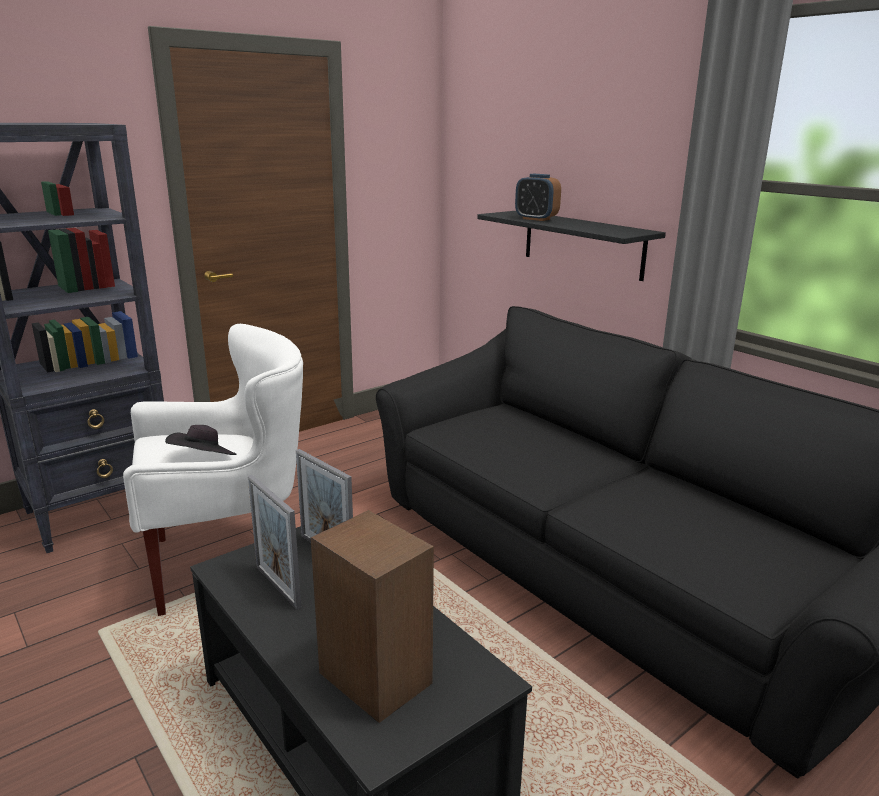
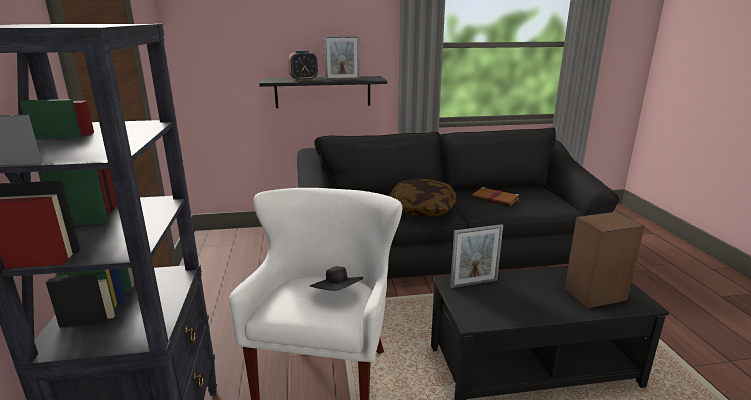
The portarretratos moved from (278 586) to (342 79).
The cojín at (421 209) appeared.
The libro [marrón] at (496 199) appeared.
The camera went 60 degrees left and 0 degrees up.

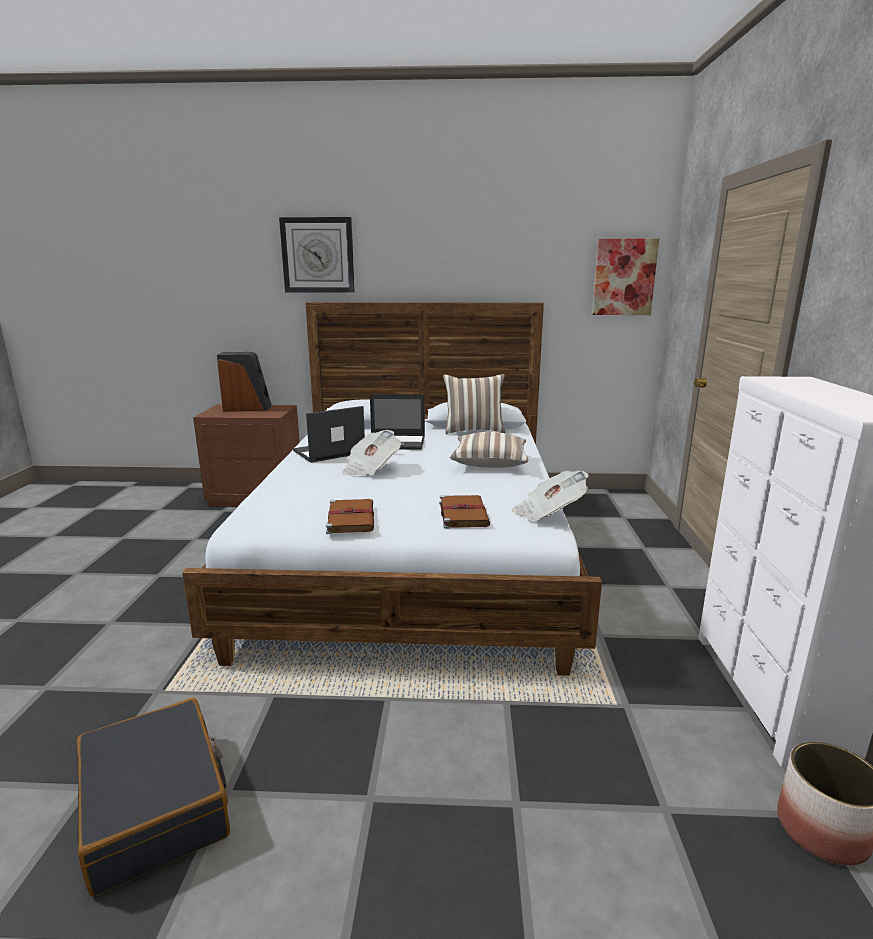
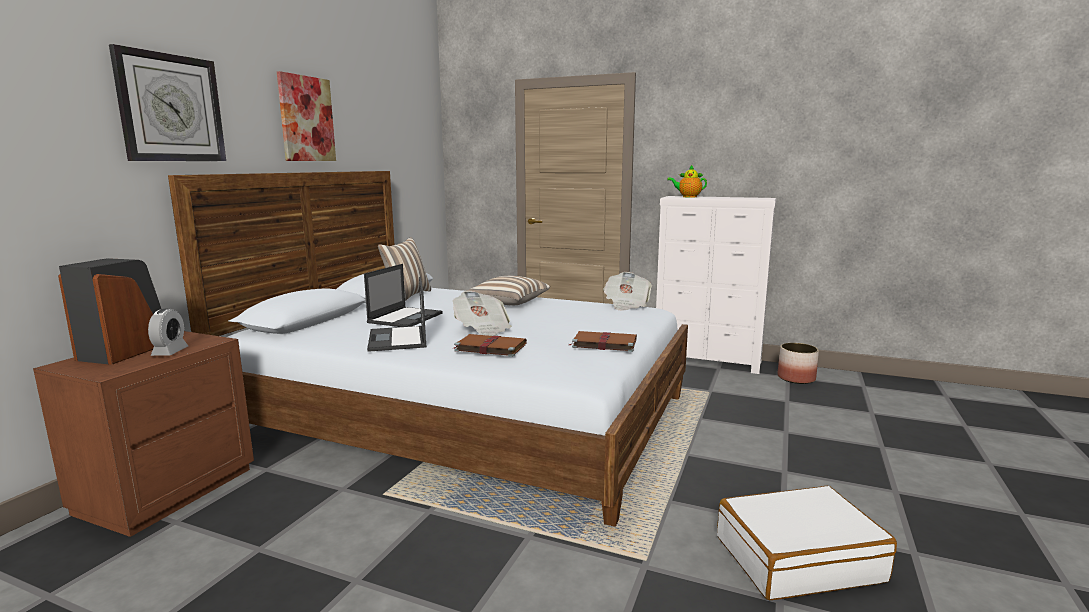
The maleta [negro] at (156 805) became the maleta [blanco] at (797 558).
The libro [marrón] moved from (463 513) to (489 347).
The cuadro moved from (624 277) to (306 119).
The despertador at (170 352) appeared.
The tetera at (688 197) appeared.
The camera went 70 degrees left and 5 degrees down.

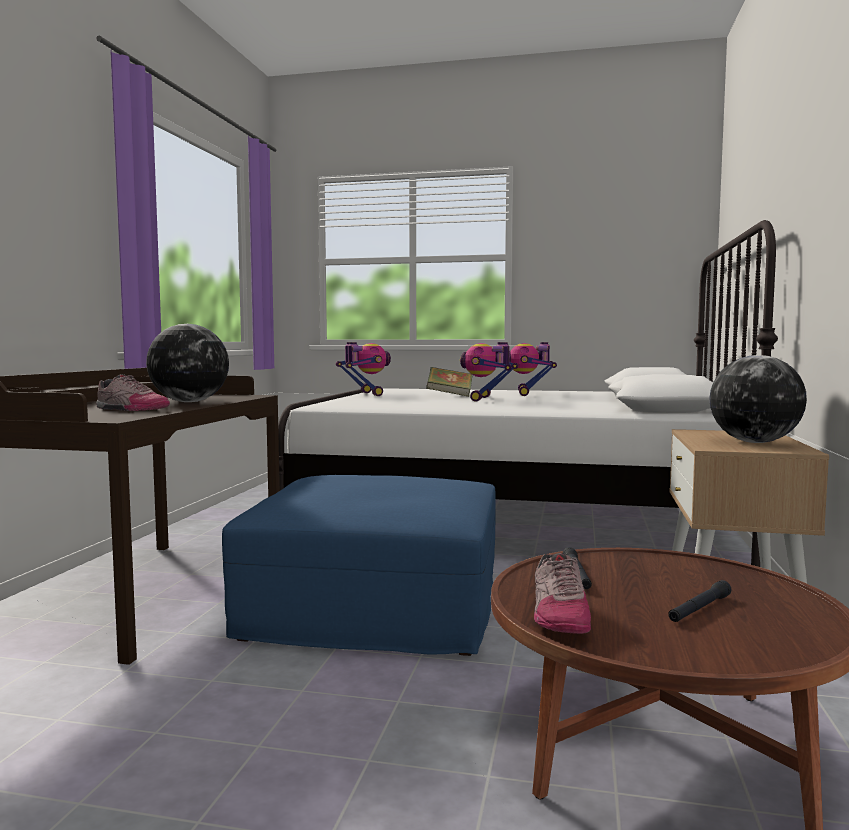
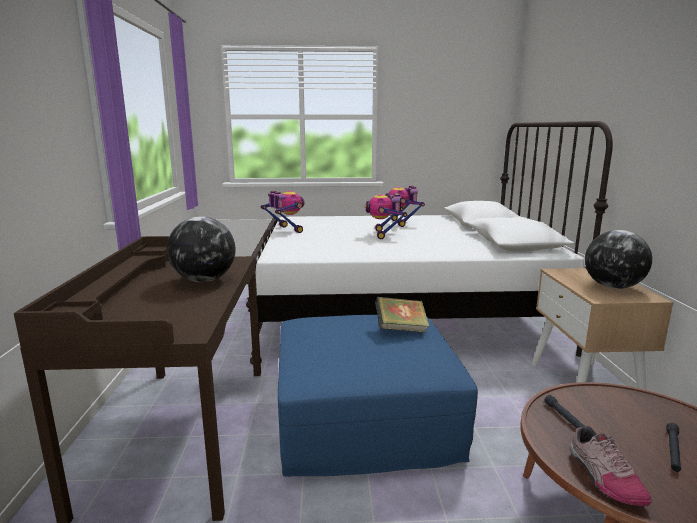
The zapato at (130 409) disappeared.
The libro moved from (449 395) to (401 329).
The camera went 15 degrees left and 10 degrees up.

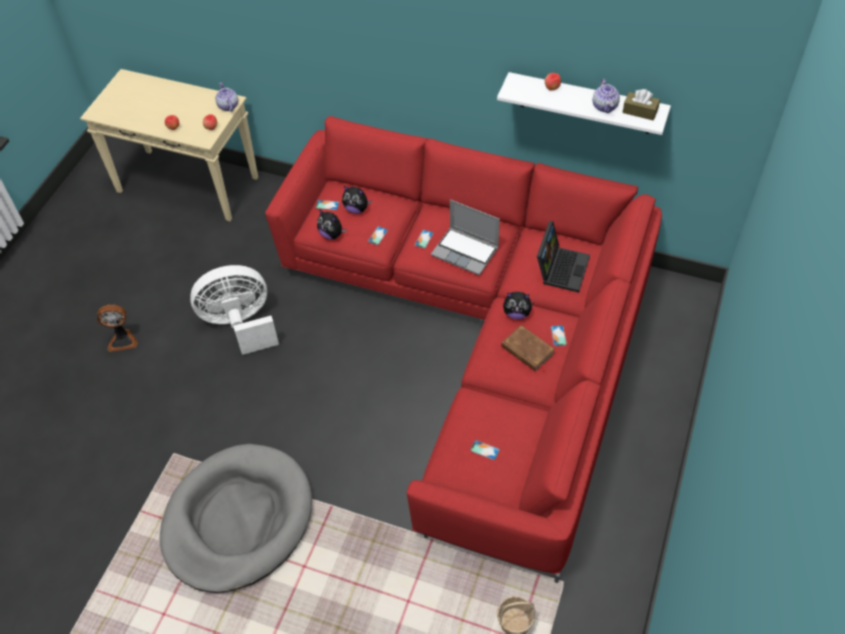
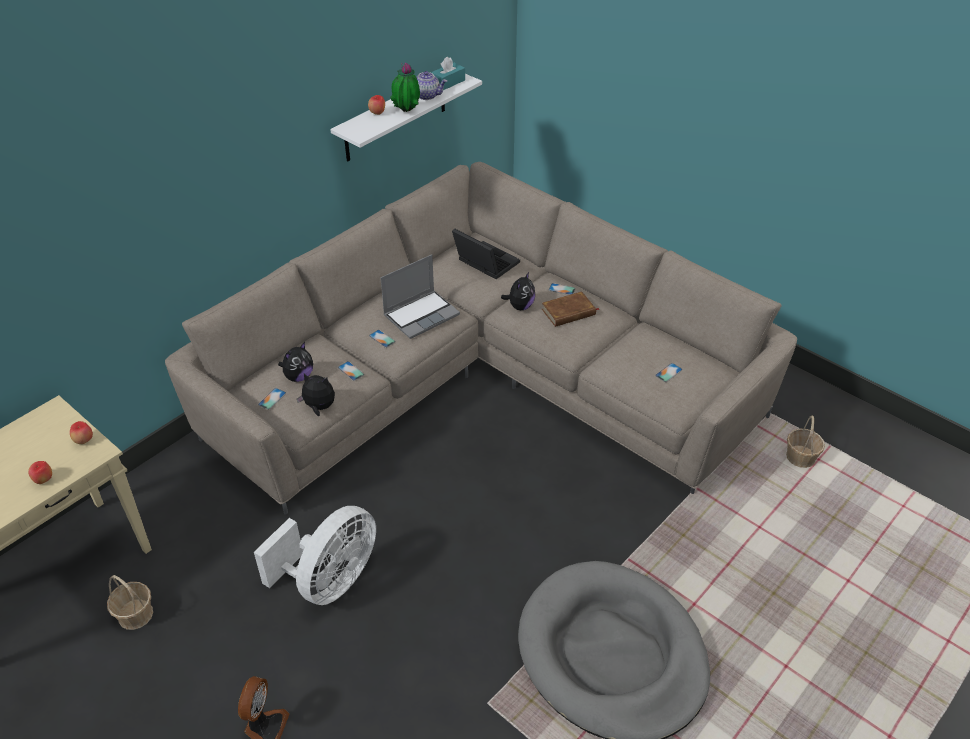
The ventilador [blanco] at (240 324) turned 150 degrees counterclockwise.
The tetera at (228 106) disappeared.
The sofá [rojo] at (483 338) became the sofá [beis] at (481 380).
The peluche at (332 234) turned 135 degrees counterclockwise.
The caja de pañuelos [marrón] at (640 111) became the caja de pañuelos [turquesa] at (448 82).
The cesta at (135 614) appeared.
The planta en maceta at (406 113) appeared.
The camera went 70 degrees left and 10 degrees down.

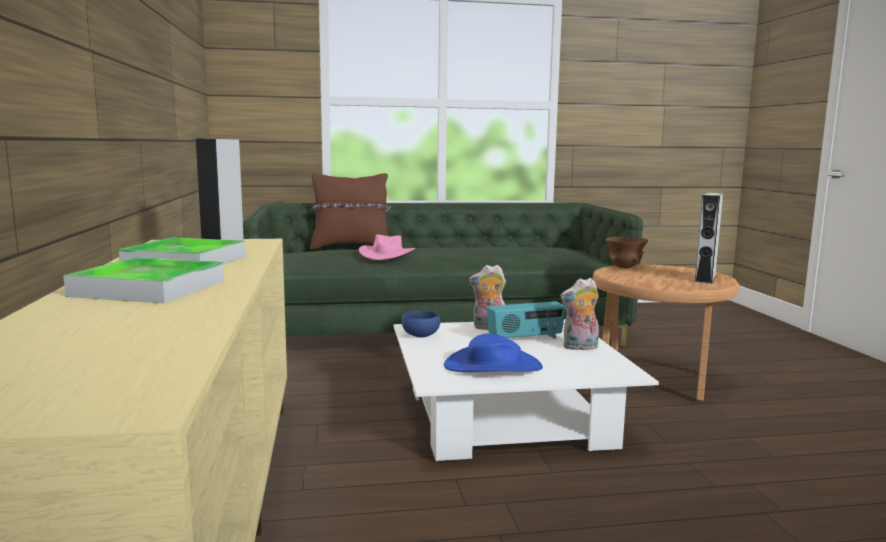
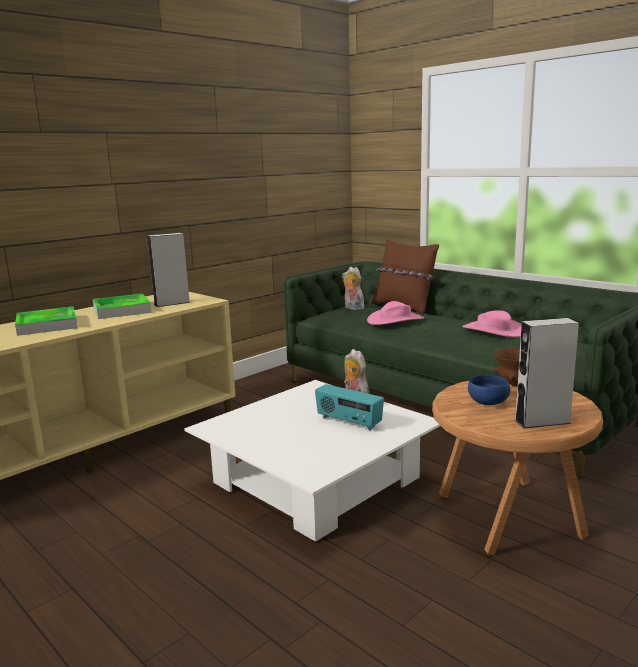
The cuenco [azul] moved from (420 335) to (487 402).
The sombrero [azul] at (493 366) disappeared.
The peluche moved from (580 347) to (352 308).
The sombrero [rosa] at (493 330) appeared.
The camera went 55 degrees right and 5 degrees up.

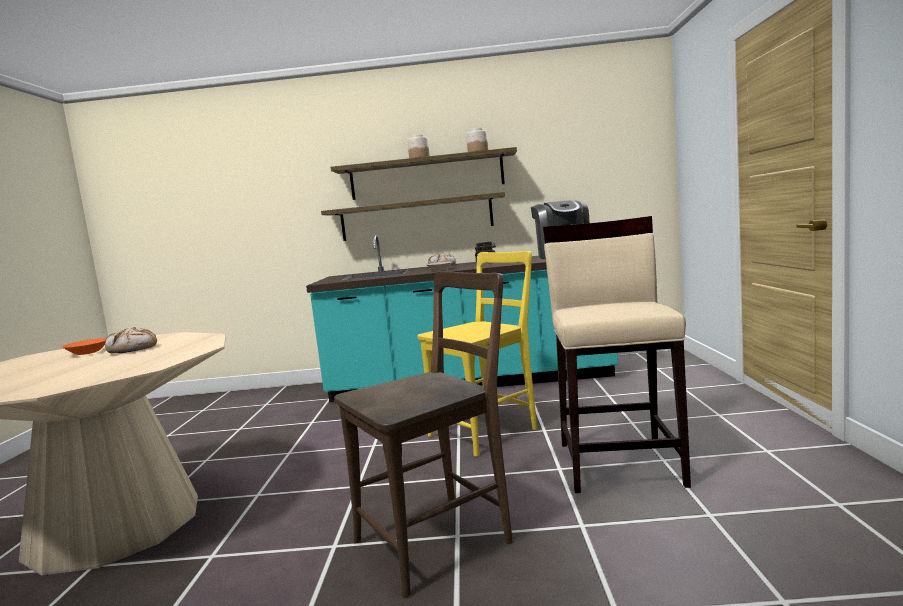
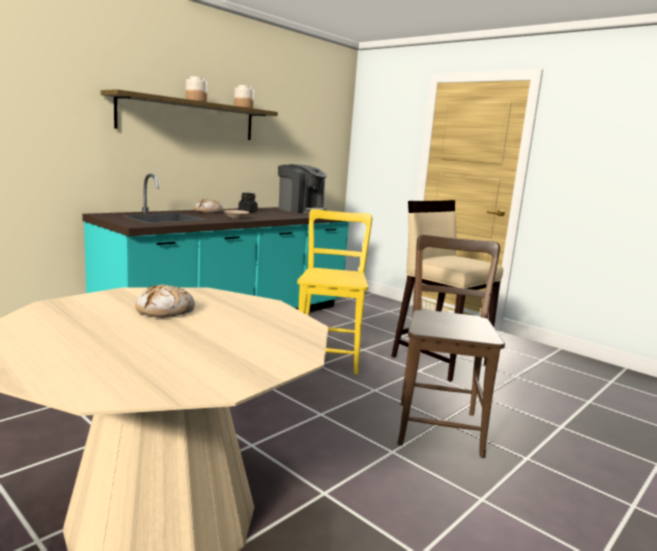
The cuenco [naranja] at (88 352) disappeared.
The estante at (416 217) disappeared.
The camera went 50 degrees left and 5 degrees up.

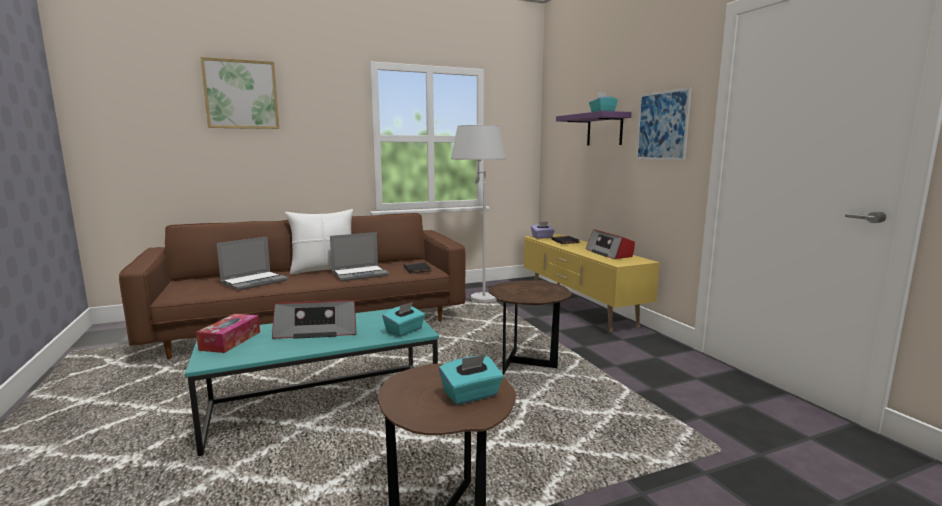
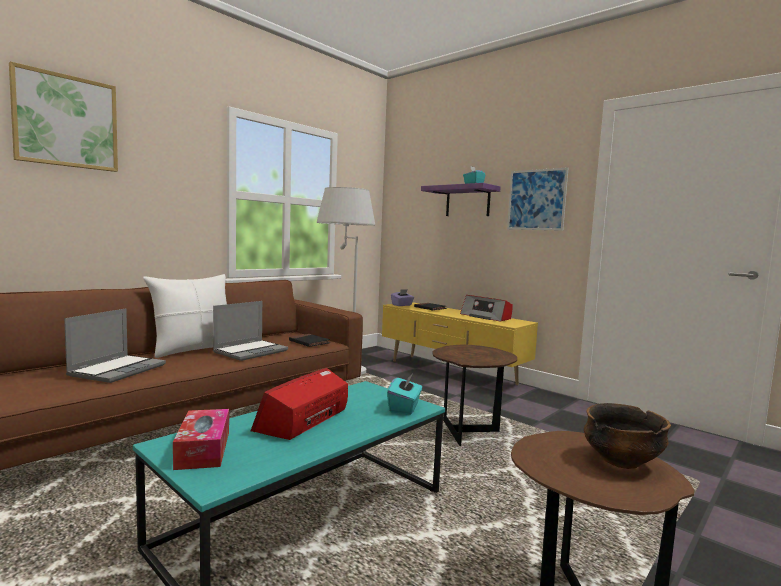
The radio at (318 330) turned 150 degrees clockwise.
The caja de pañuelos [turquesa] at (471 395) was replaced by the cuenco at (621 462).
The camera went 25 degrees left and 5 degrees down.

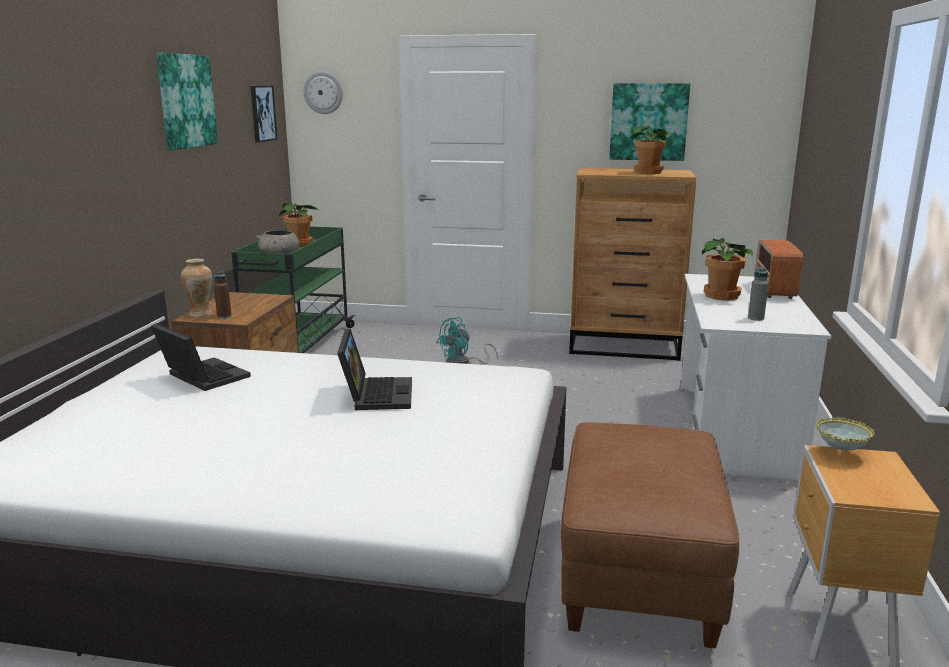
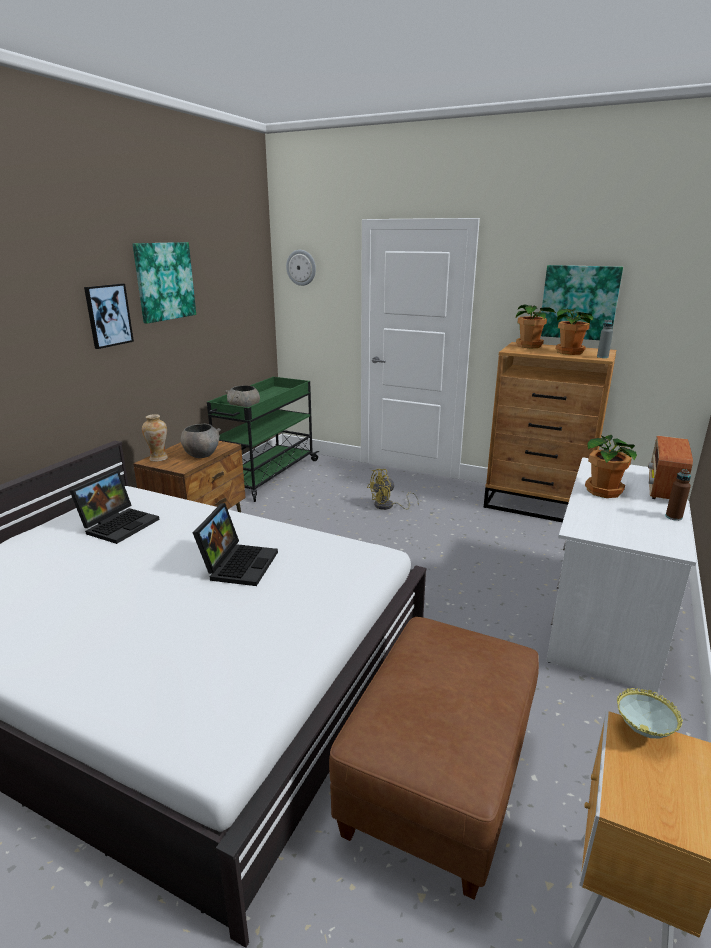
The portátil at (201 377) turned 60 degrees clockwise.
The botella [marrón] moved from (224 316) to (673 517).
The cuadro moved from (262 113) to (108 315).
The planta en maceta moved from (300 244) to (529 346).
The ventilador [turquesa] at (463 362) became the ventilador [amarillo] at (388 506).
The botella [gris] moved from (756 318) to (602 357).
The cuenco [gris] at (202 454) appeared.
The camera went 15 degrees right and 5 degrees up.

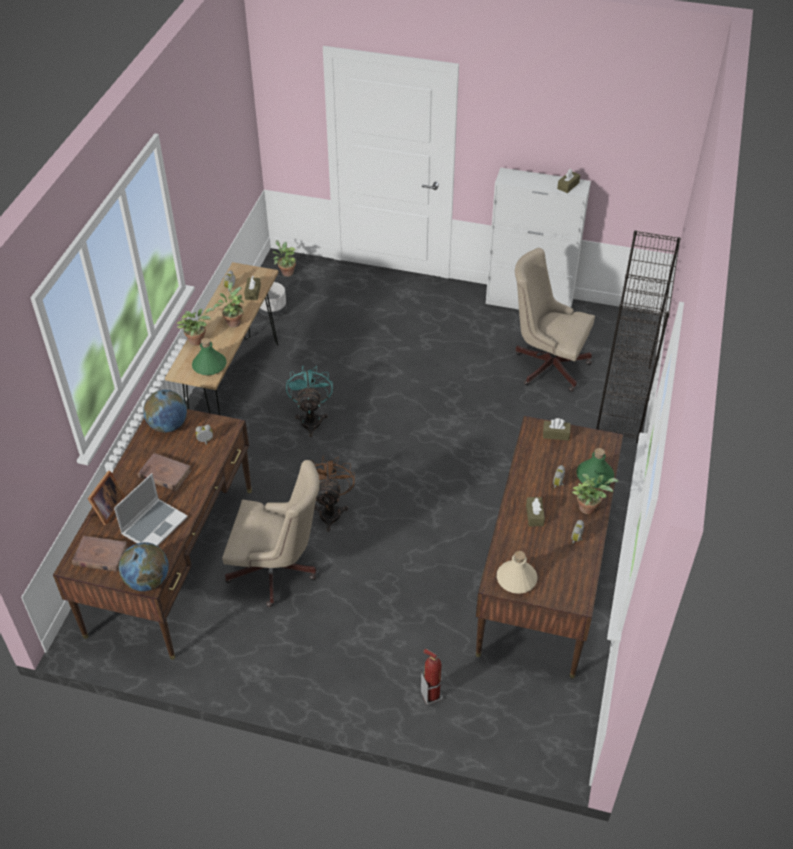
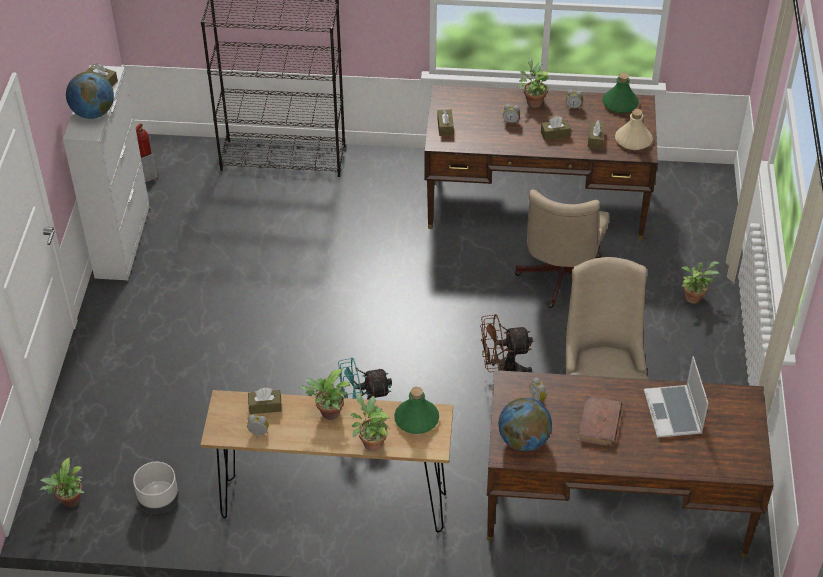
The libro [marrón] at (100 556) disappeared.
The portarretratos at (106 510) disappeared.
The portátil at (154 525) turned 120 degrees counterclockwise.
The globo terráqueo moved from (147 580) to (93 113).
The extintor moved from (431 695) to (148 176).
The silla de oficina [beis] moved from (546 364) to (560 280).
The botella [verde] moved from (595 476) to (620 103).
The caja de pañuelos [marrón] at (595 139) appeared.
The planta en maceta at (694 296) appeared.
The camera went 100 degrees left and 0 degrees up.

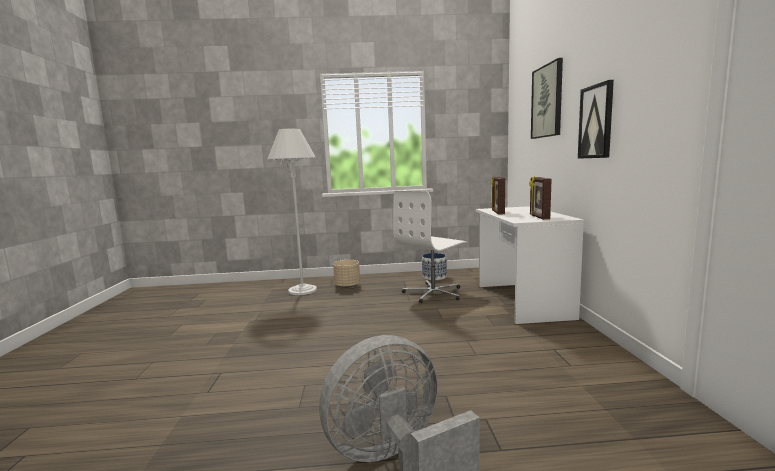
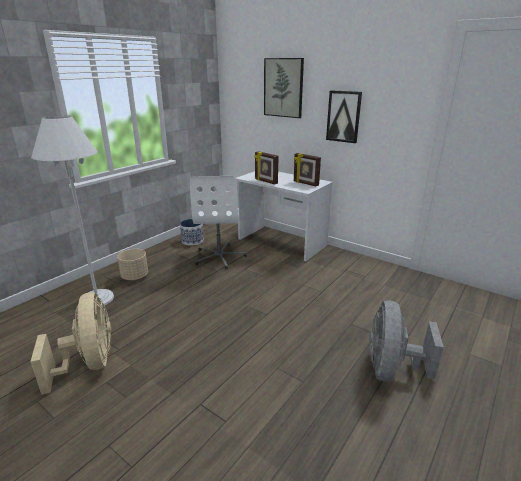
The ventilador [beis] at (89 363) appeared.
The camera went 50 degrees left and 15 degrees up.

